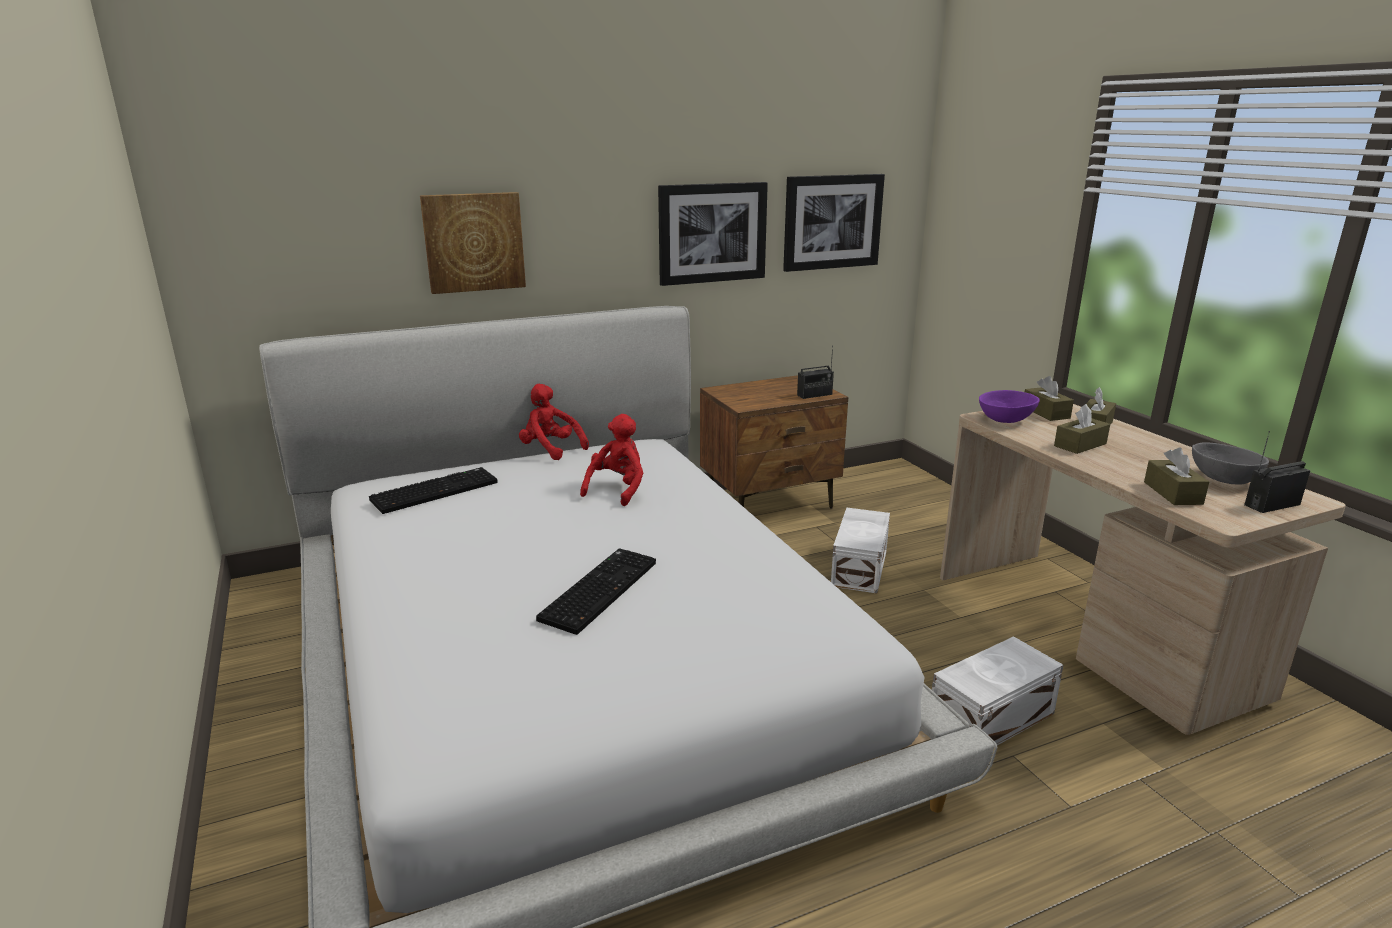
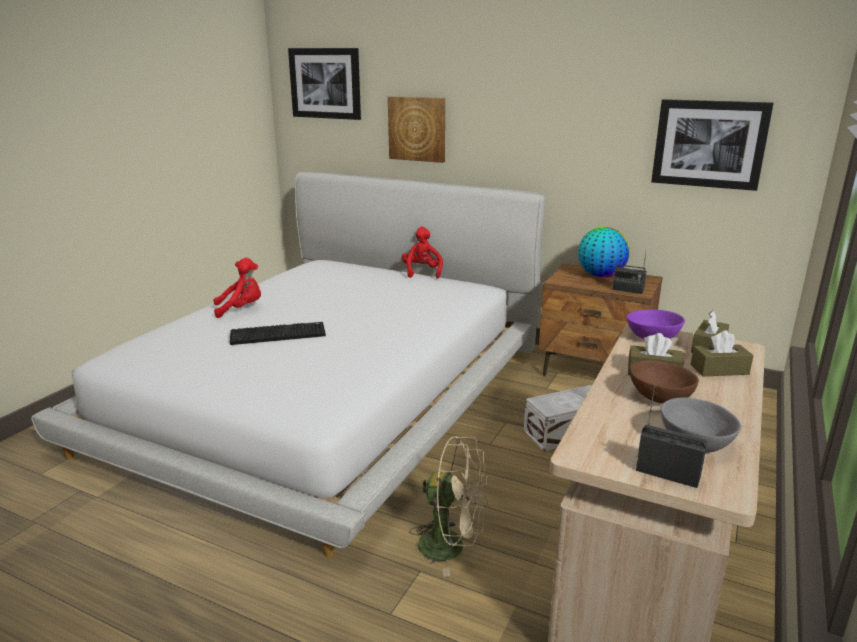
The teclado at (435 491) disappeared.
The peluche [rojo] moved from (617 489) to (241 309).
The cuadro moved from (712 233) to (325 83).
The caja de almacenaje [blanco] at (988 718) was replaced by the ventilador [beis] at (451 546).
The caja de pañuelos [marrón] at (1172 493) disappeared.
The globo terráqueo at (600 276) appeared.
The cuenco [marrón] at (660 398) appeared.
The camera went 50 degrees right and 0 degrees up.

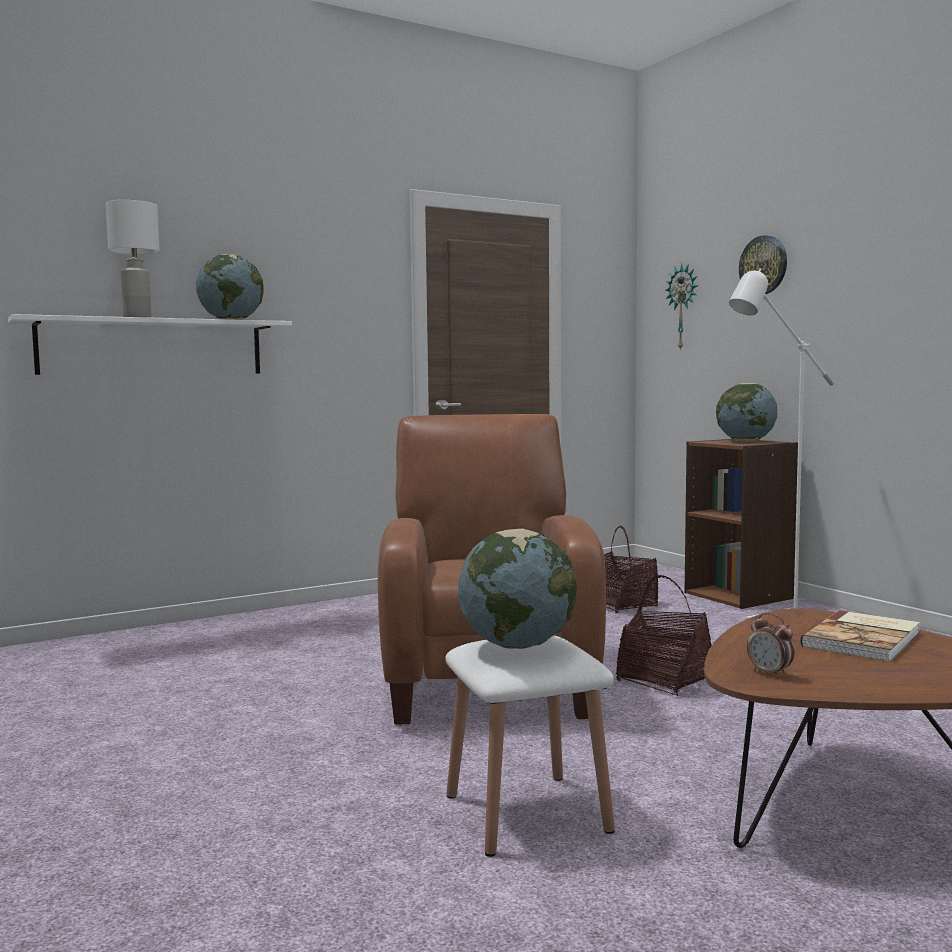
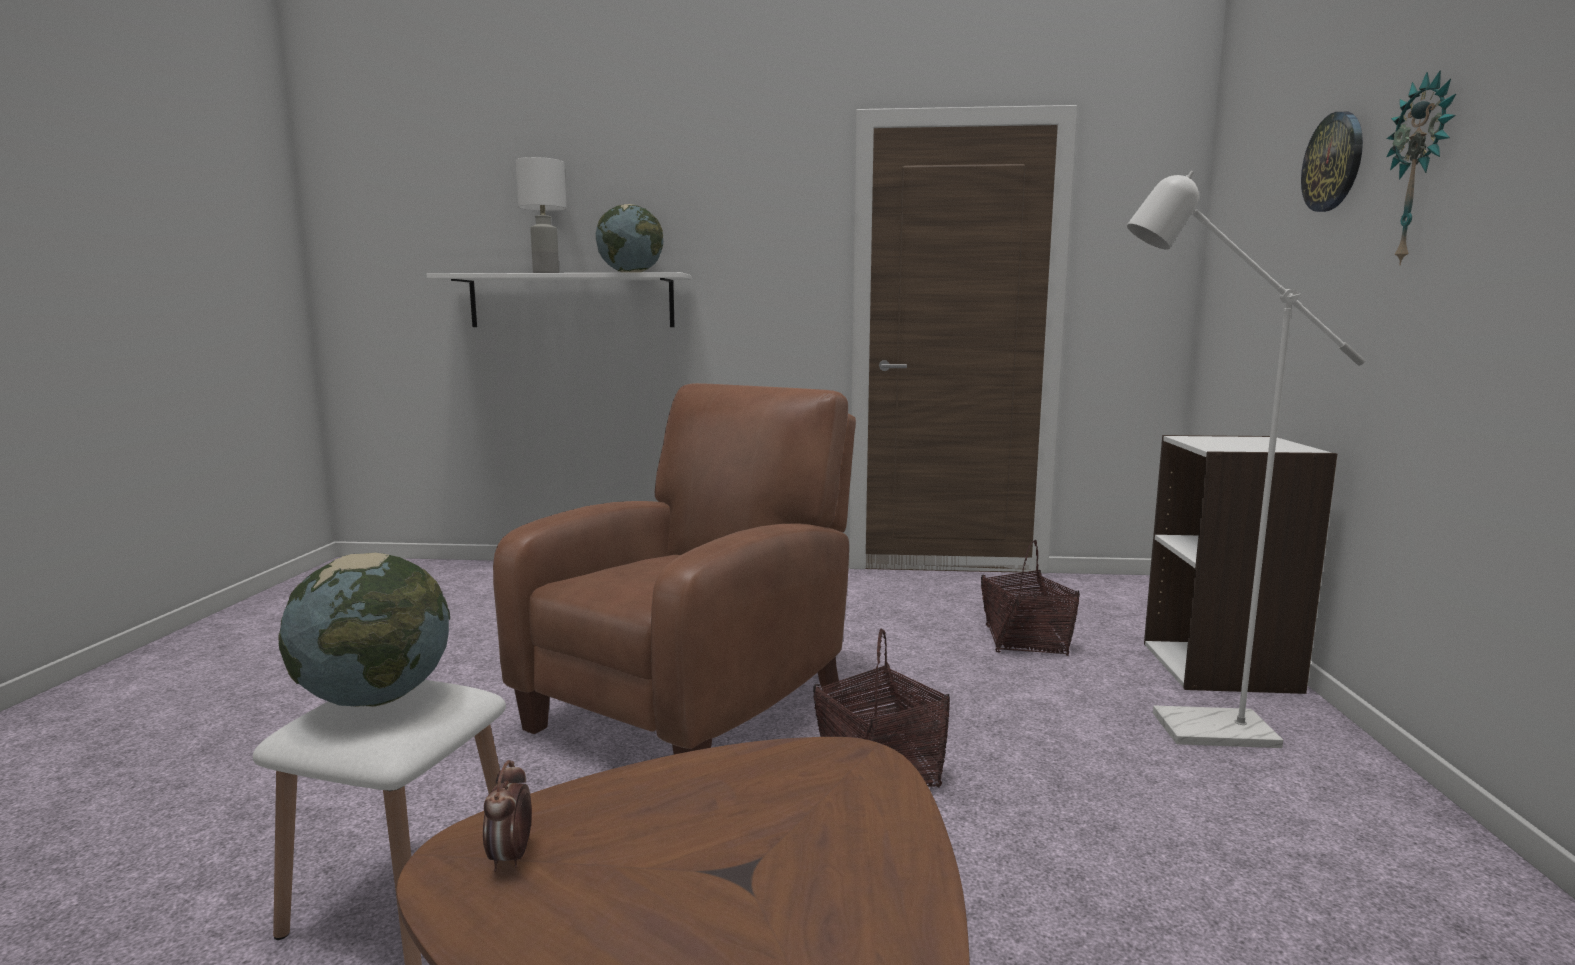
The reloj de pared moved from (683 307) to (1421 170).
The estantería [marrón] at (740 595) became the estantería [blanco] at (1221 667).
The globo terráqueo at (746 441) disappeared.
The libro at (864 640) disappeared.
The camera went 35 degrees right and 5 degrees up.

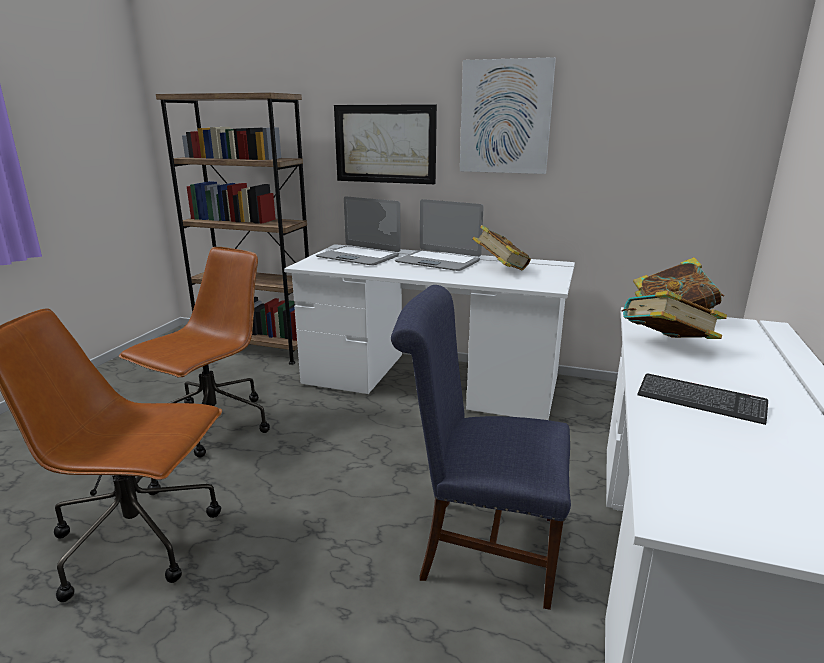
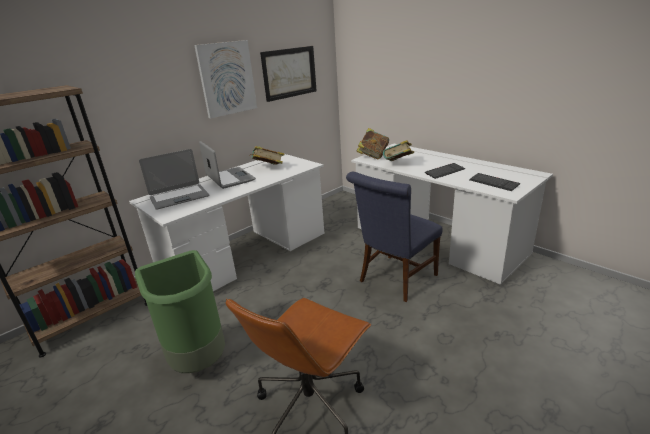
The silla de oficina [marrón] at (212 426) was replaced by the papelera [verde] at (198 358).
The cuadro moved from (385 144) to (289 73).
The portátil at (438 262) turned 90 degrees counterclockwise.
The teclado at (493 183) appeared.
The camera went 60 degrees left and 5 degrees up.

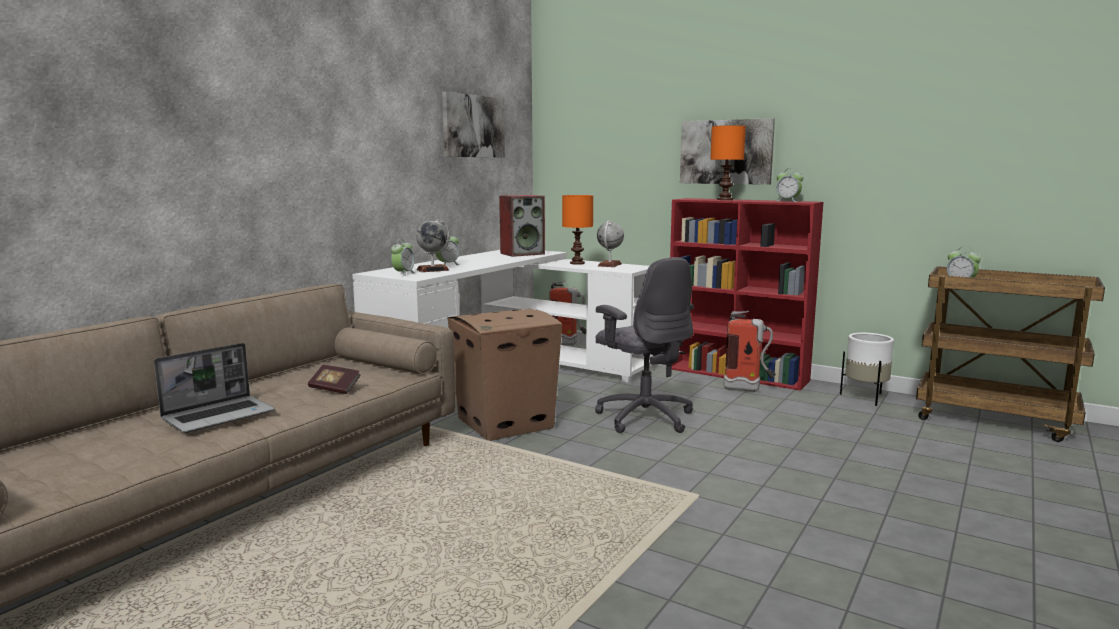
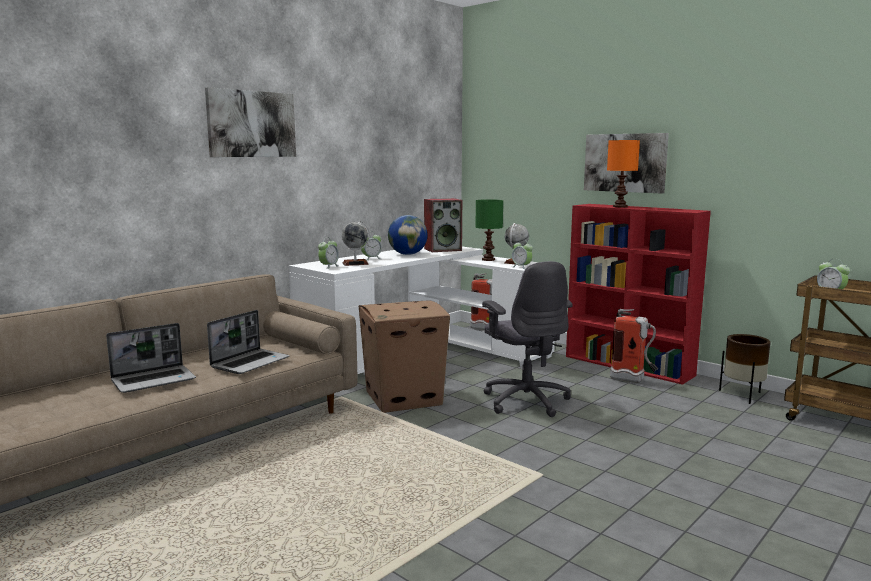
The libro at (334 389) was replaced by the portátil at (250 362).
The cuadro moved from (473 126) to (251 124).
The lámpara de mesa [naranja] at (577 263) became the lámpara de mesa [verde] at (488 260).
The despertador moved from (788 201) to (521 267).
The maceta [blanco] at (866 398) became the maceta [marrón] at (743 395).
The globo terráqueo at (407 254) appeared.
The camera went 10 degrees right and 0 degrees up.

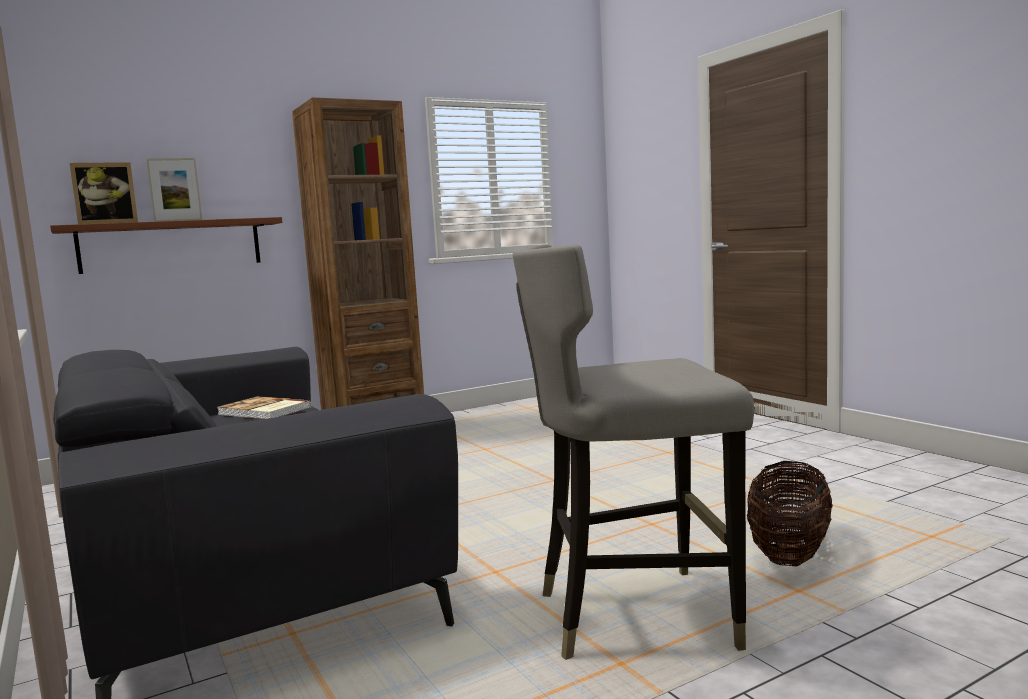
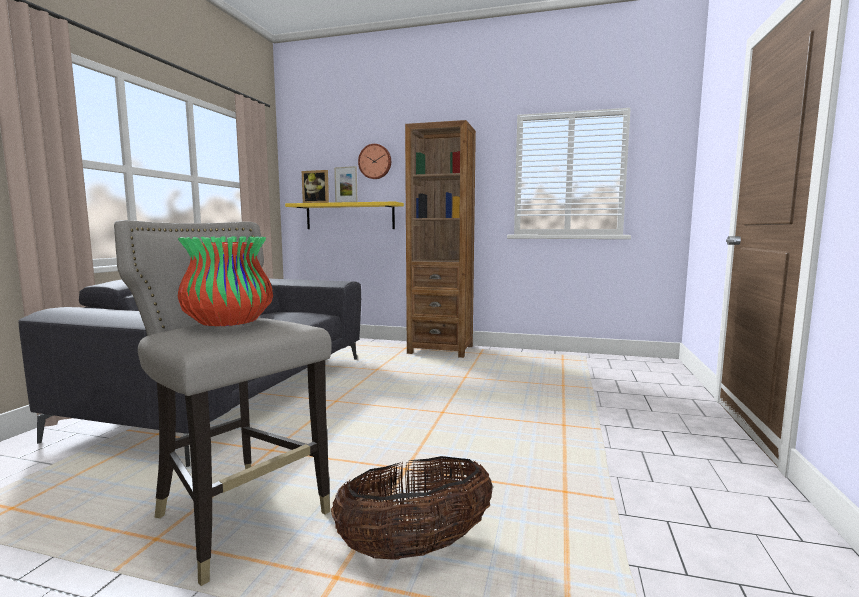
The estante [marrón] at (171 245) became the estante [amarillo] at (349 216).
The libro at (263 411) disappeared.
The florero at (229 323) appeared.
The reloj de pared at (375 161) appeared.
The camera went 45 degrees right and 0 degrees up.

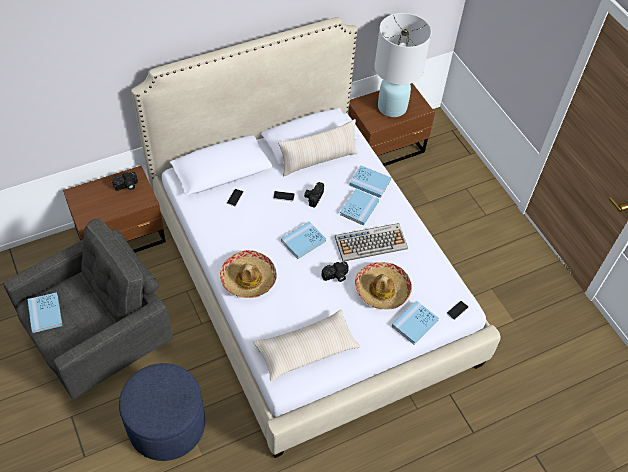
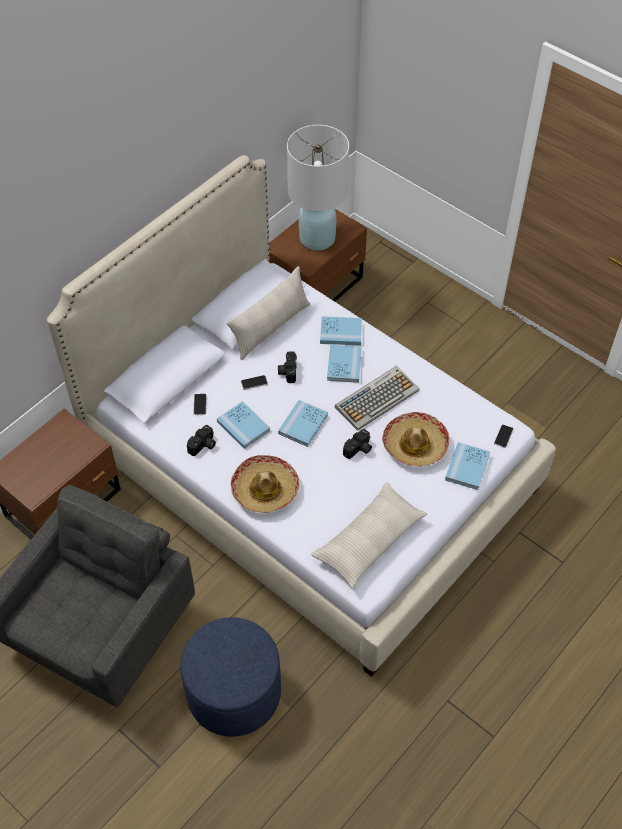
The libro [azul] moved from (45 313) to (243 426).
The cámara moved from (126 186) to (203 446).
The camera went 20 degrees left and 0 degrees up.

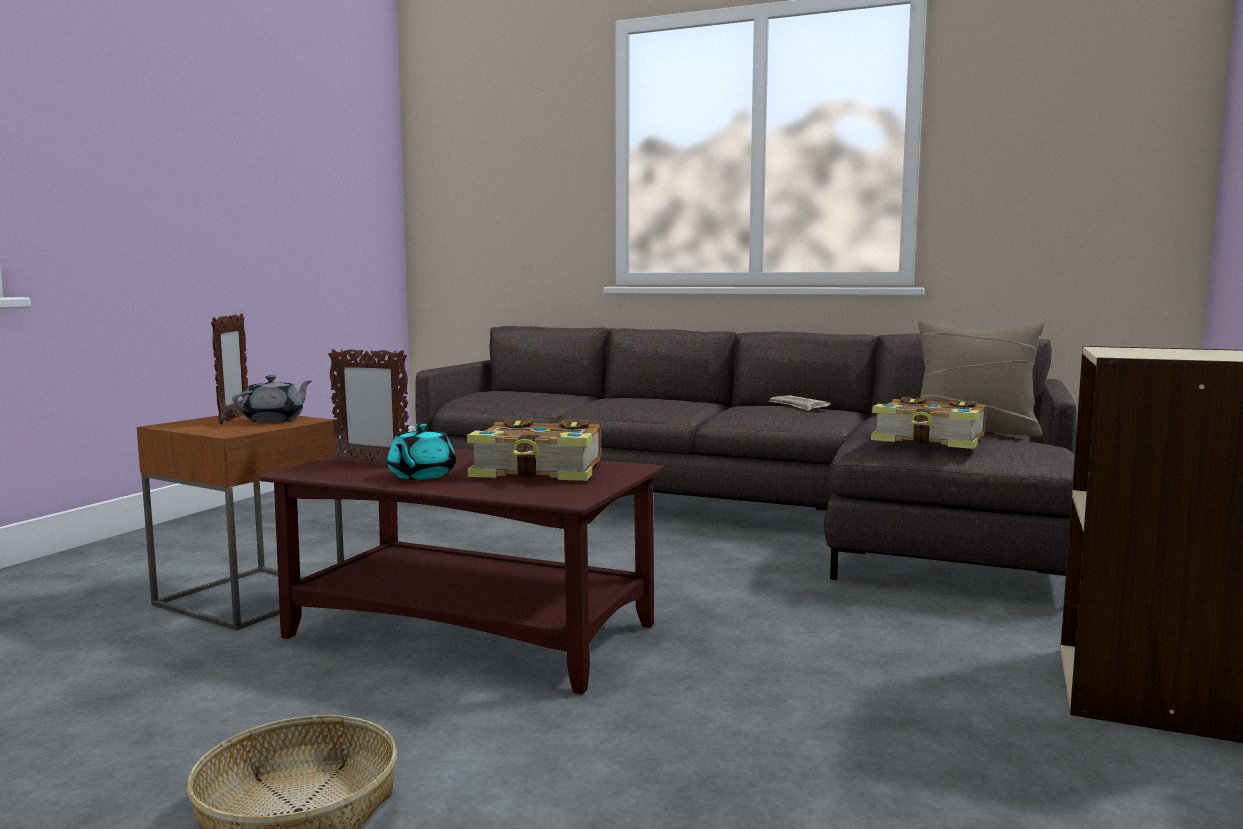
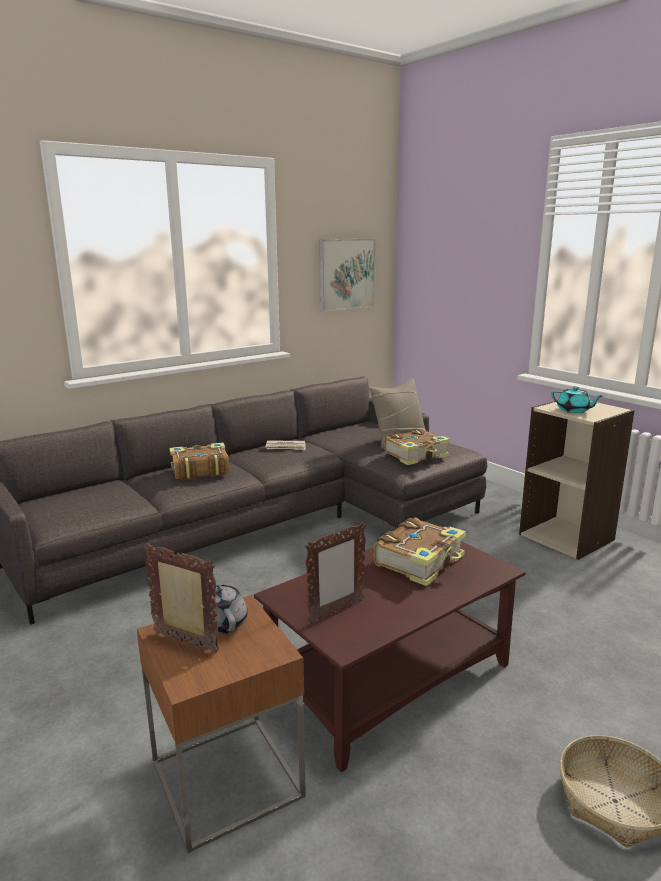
The tetera [turquesa] moved from (421 476) to (574 411).
The libro at (199 470) appeared.
The cuadro at (346 274) appeared.
The camera went 60 degrees left and 10 degrees up.

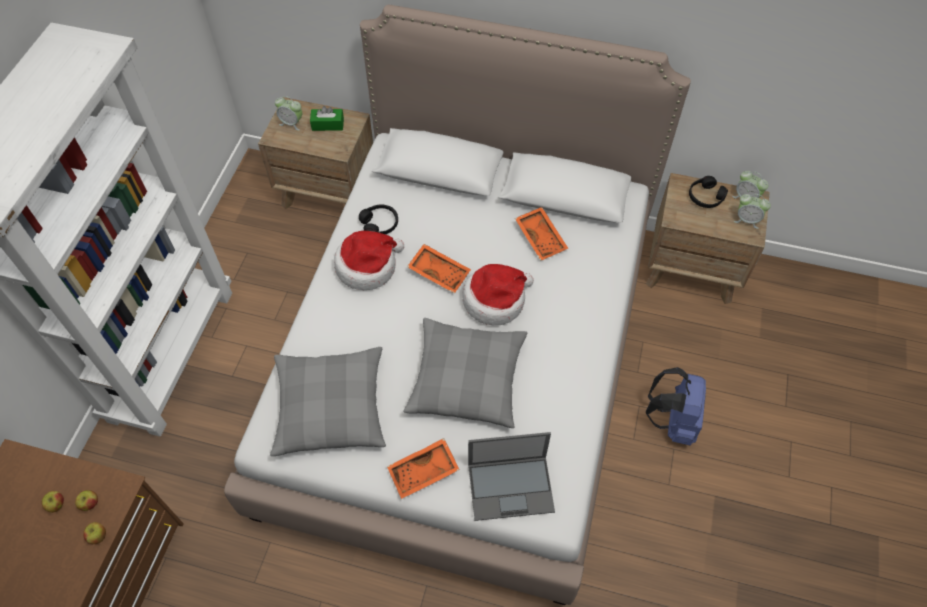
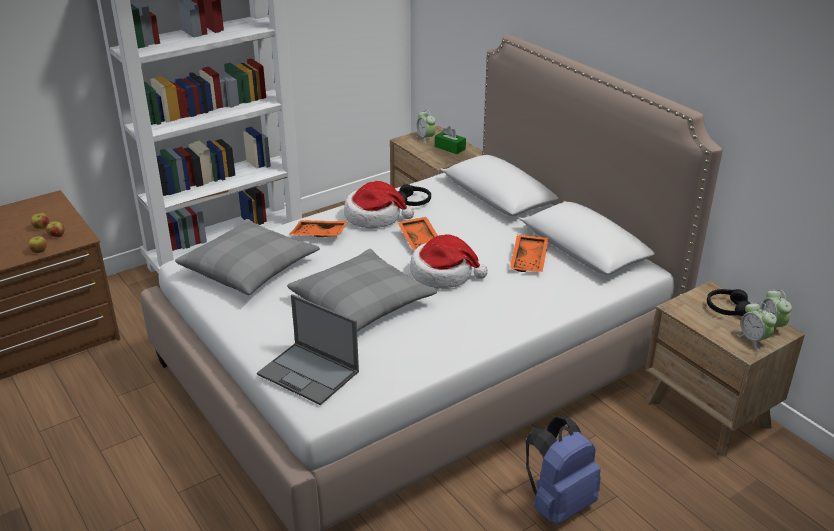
The bandeja [naranja] moved from (423 473) to (319 235).
The camera went 40 degrees right and 25 degrees down.

